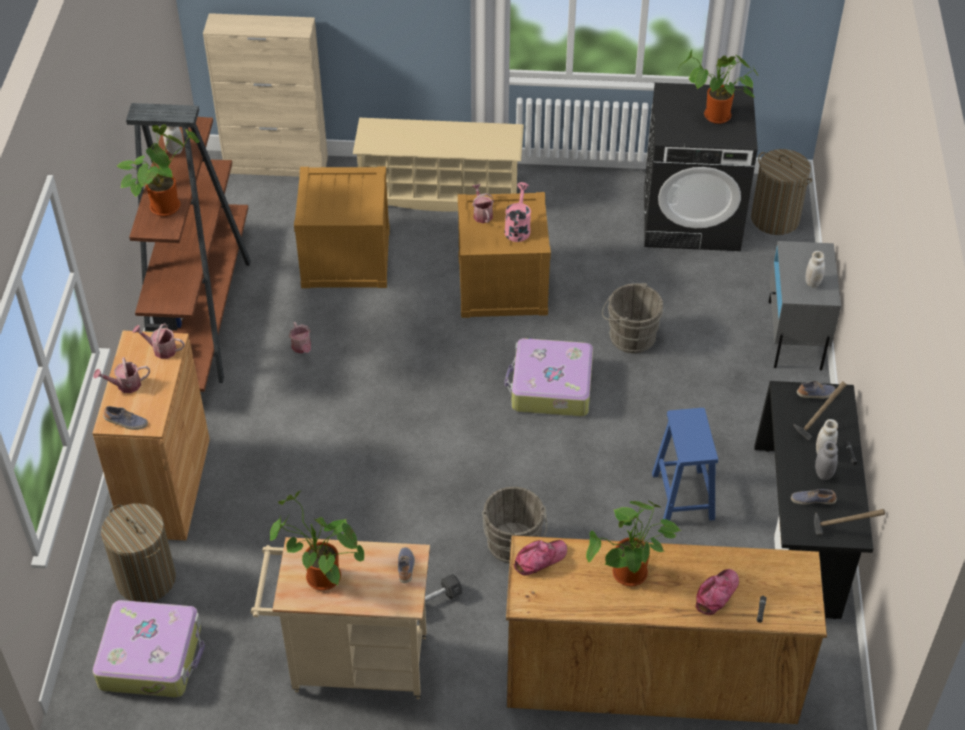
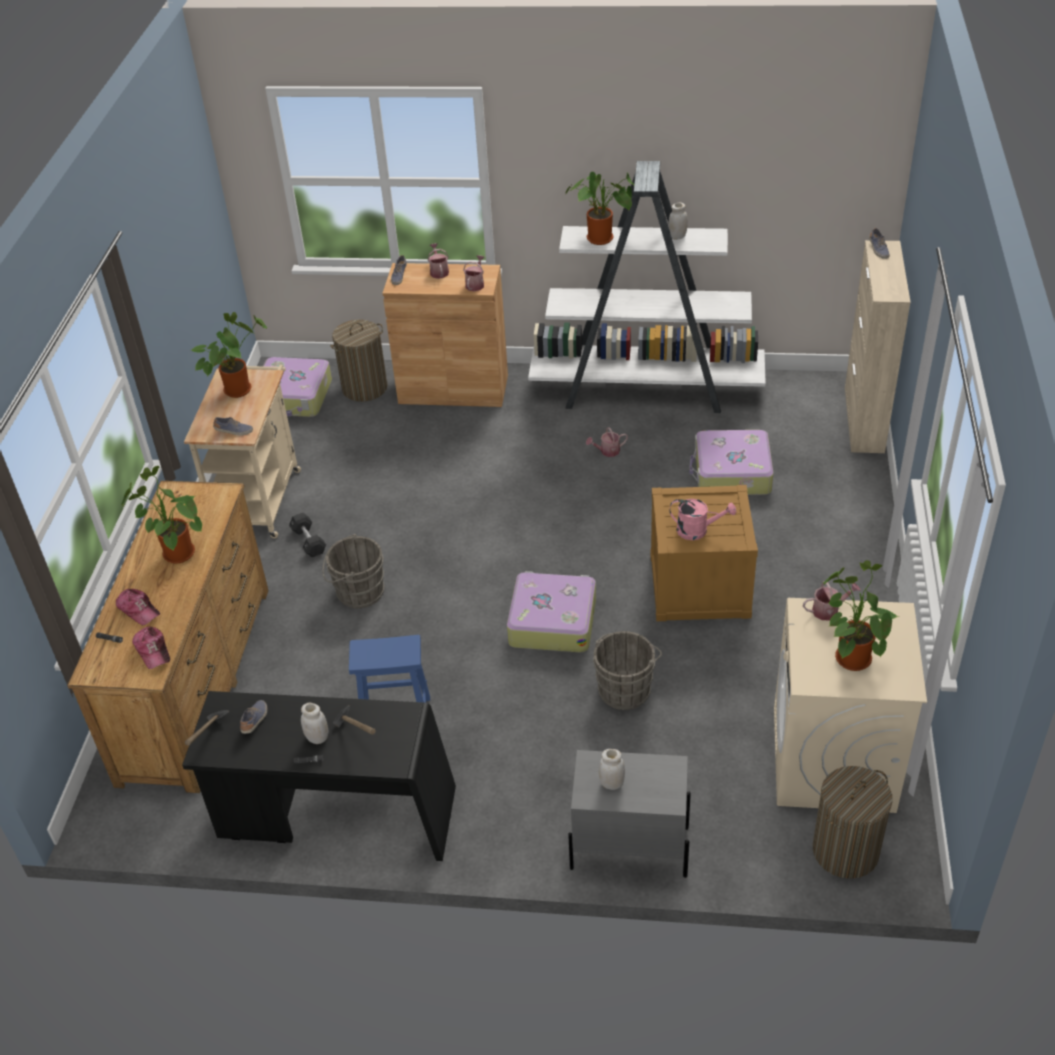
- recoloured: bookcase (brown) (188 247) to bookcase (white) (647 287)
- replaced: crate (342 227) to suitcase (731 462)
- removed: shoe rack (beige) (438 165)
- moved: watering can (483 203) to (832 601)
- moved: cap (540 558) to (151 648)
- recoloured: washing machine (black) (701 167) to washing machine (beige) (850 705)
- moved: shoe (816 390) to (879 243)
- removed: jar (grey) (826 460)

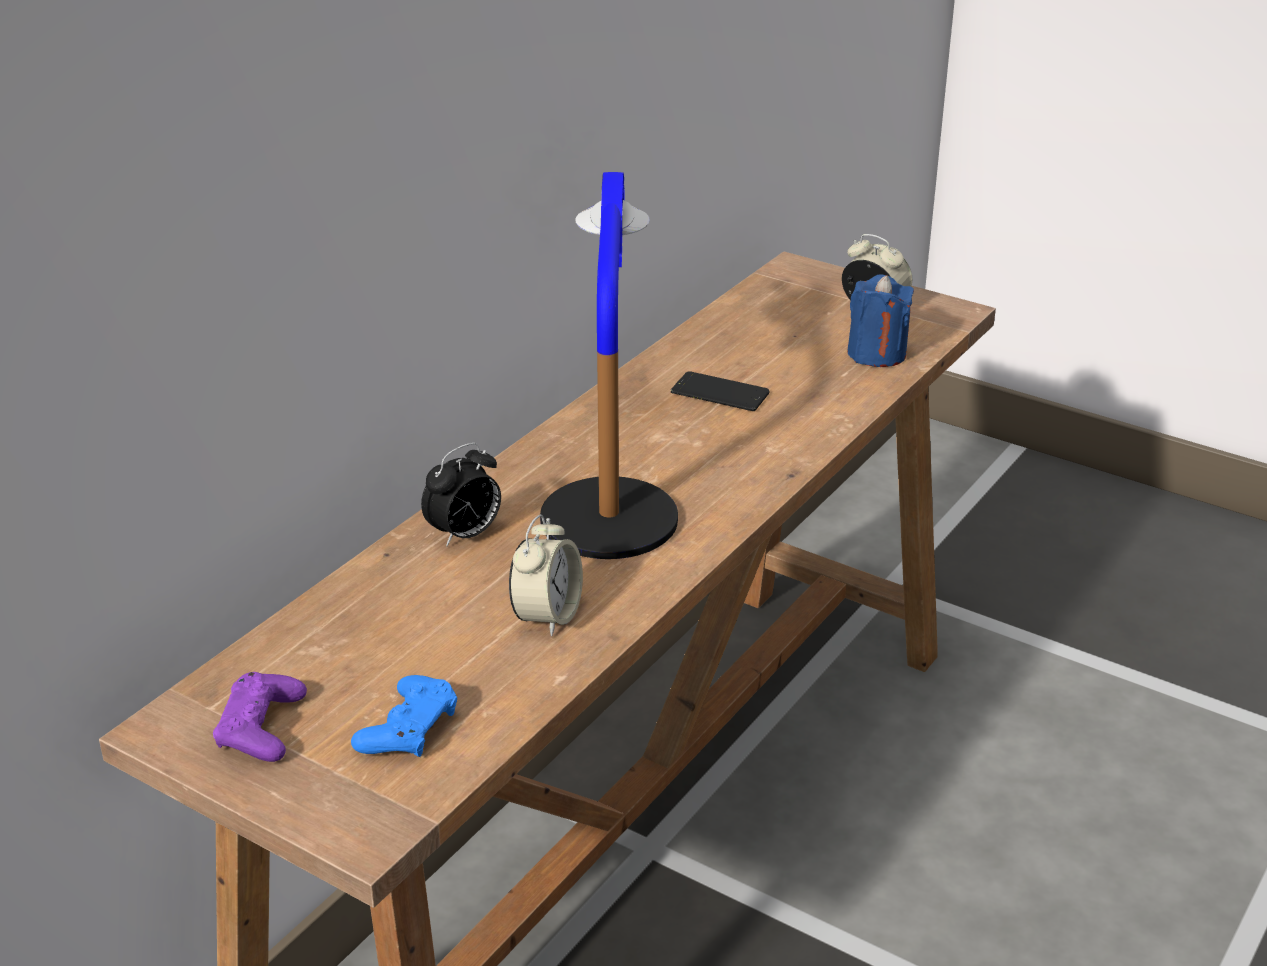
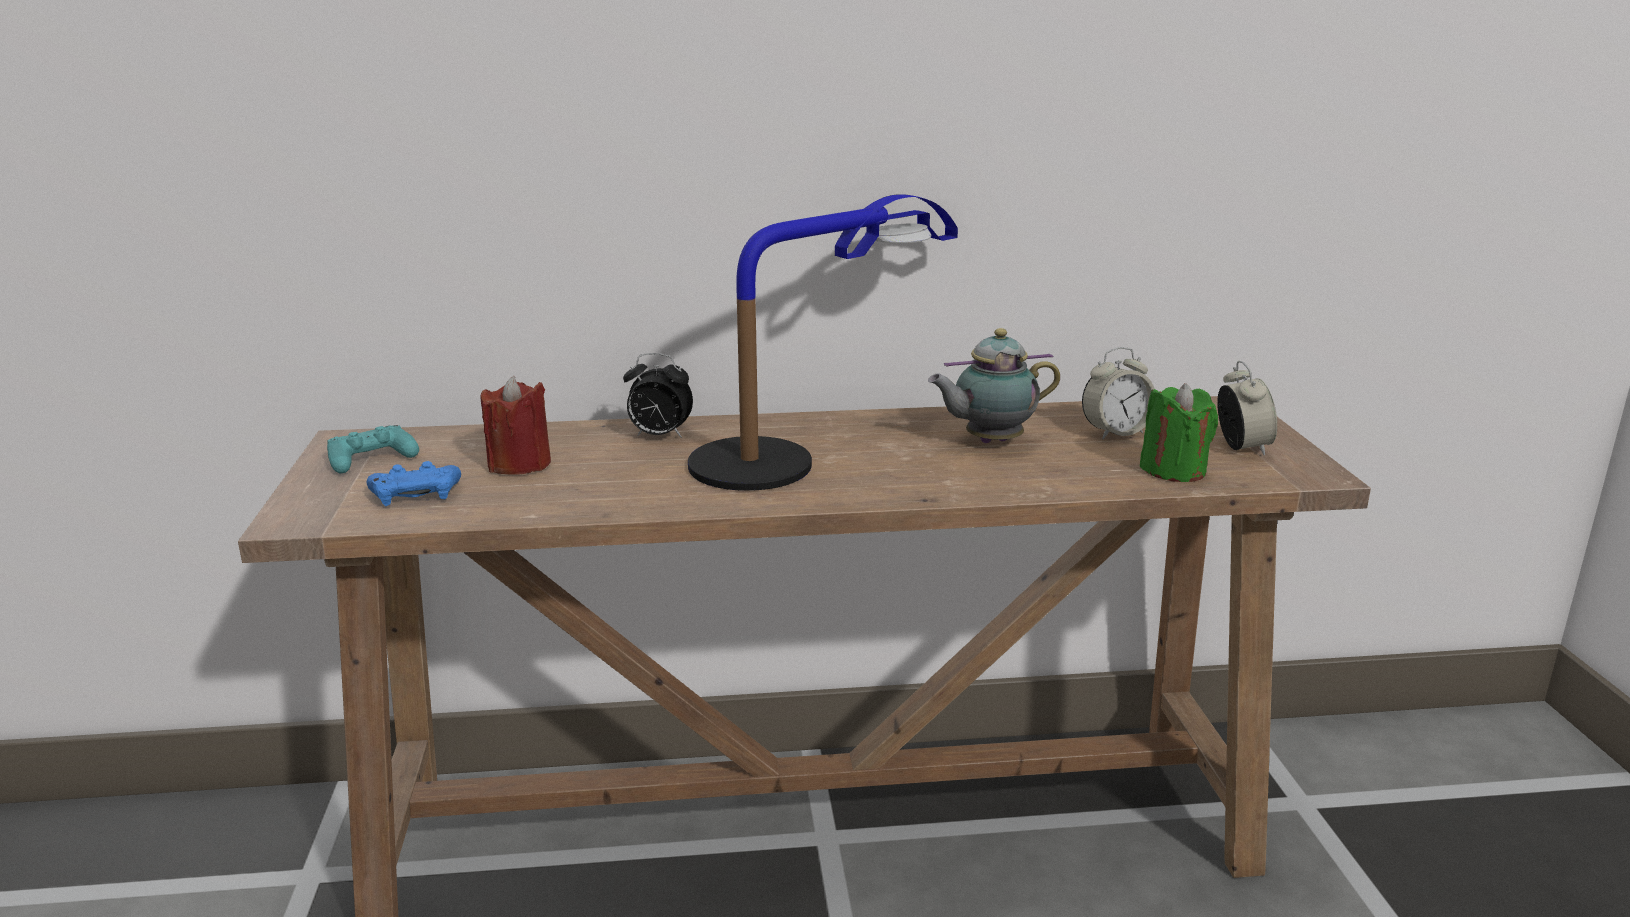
- recoloured: game controller (purple) (260 717) to game controller (turquoise) (373 449)
- moved: alarm clock (546 575) to (1118 393)
- replaced: phone (720 391) to teapot (994 385)
- recoloured: candle (blue) (880 320) to candle (green) (1178 432)
- added: candle (red) (516 425)

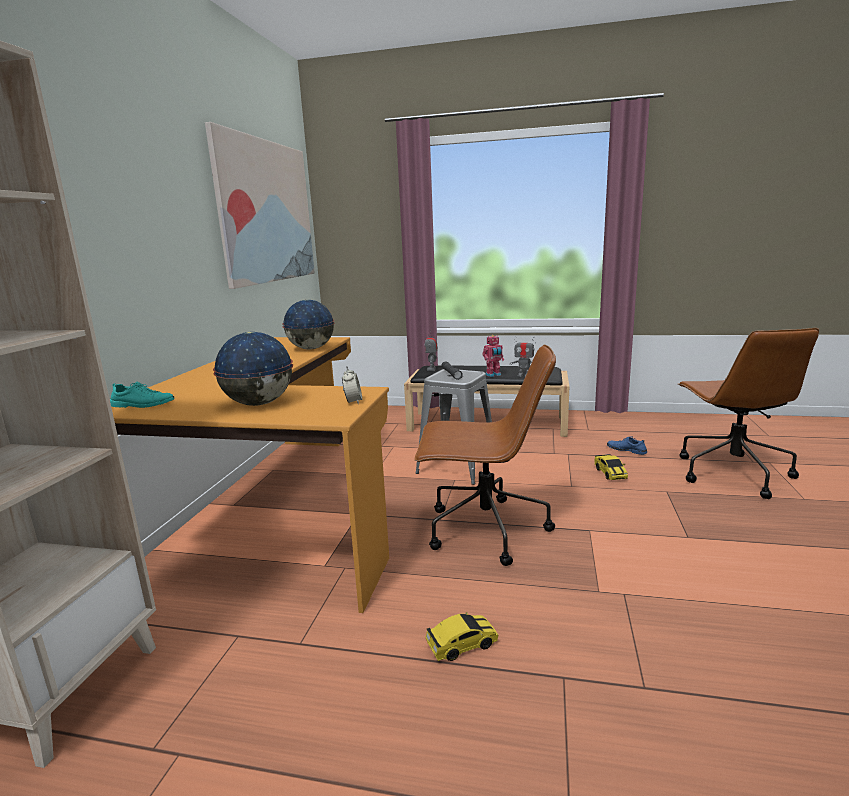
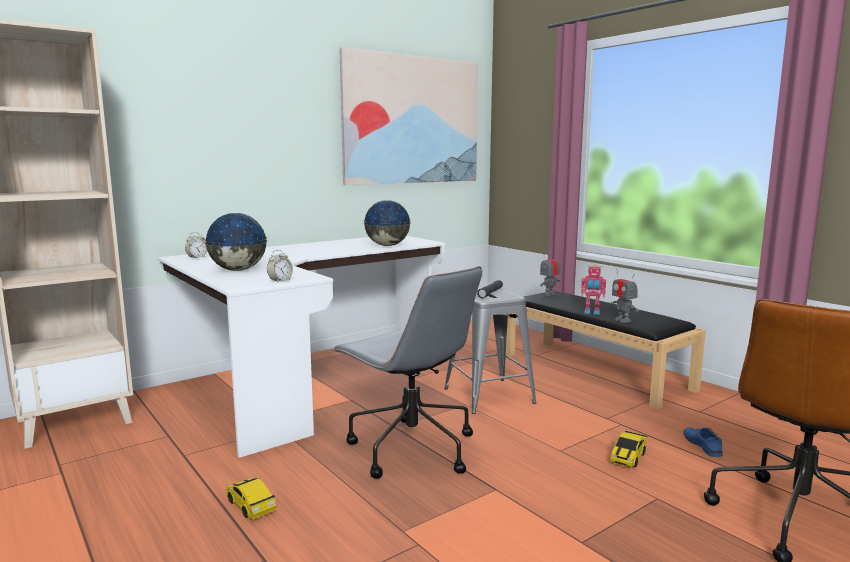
- replaced: shoe (turquoise) (142 394) to alarm clock (196 245)
- recoloured: desk (orange) (250 475) to desk (white) (301 347)
- recoloured: office chair (brown) (485 455) to office chair (grey) (407 372)
- turned: toy car (461 636) = (251 498) 150 degrees counterclockwise

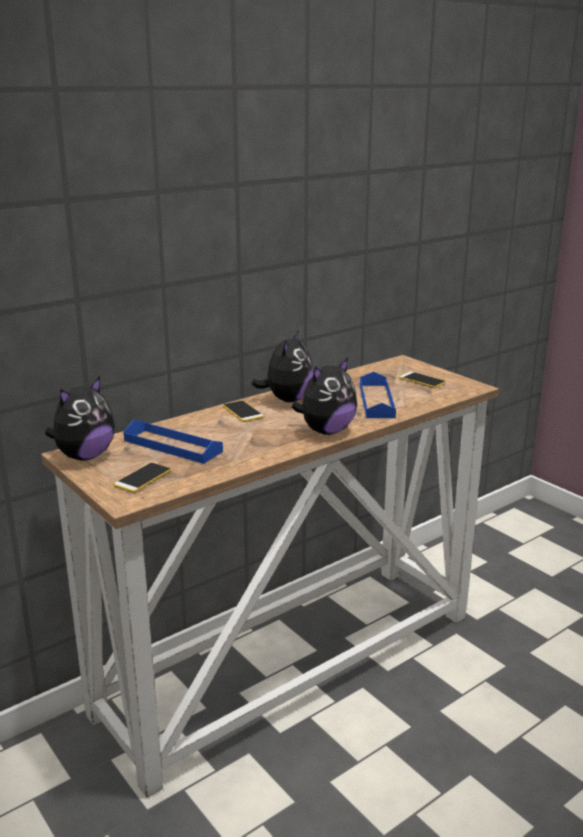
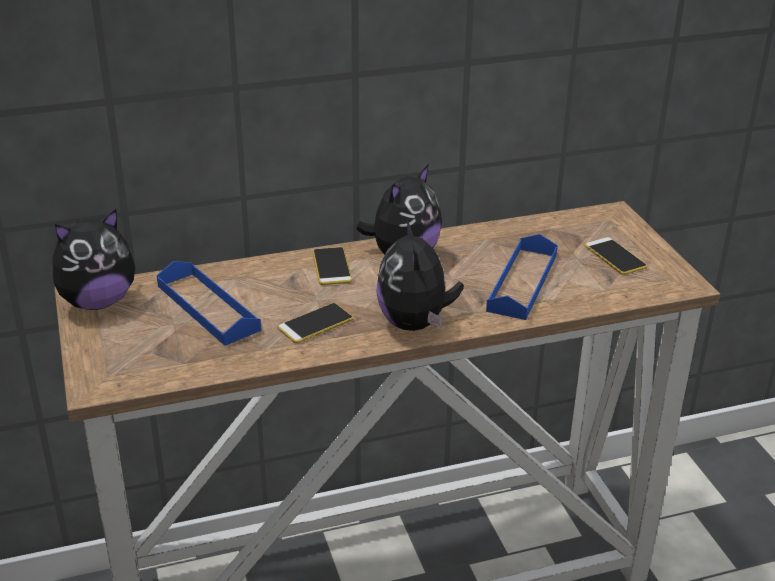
- moved: phone (142 478) to (315 323)
- turned: plush toy (324 396) = (420 274) 105 degrees clockwise

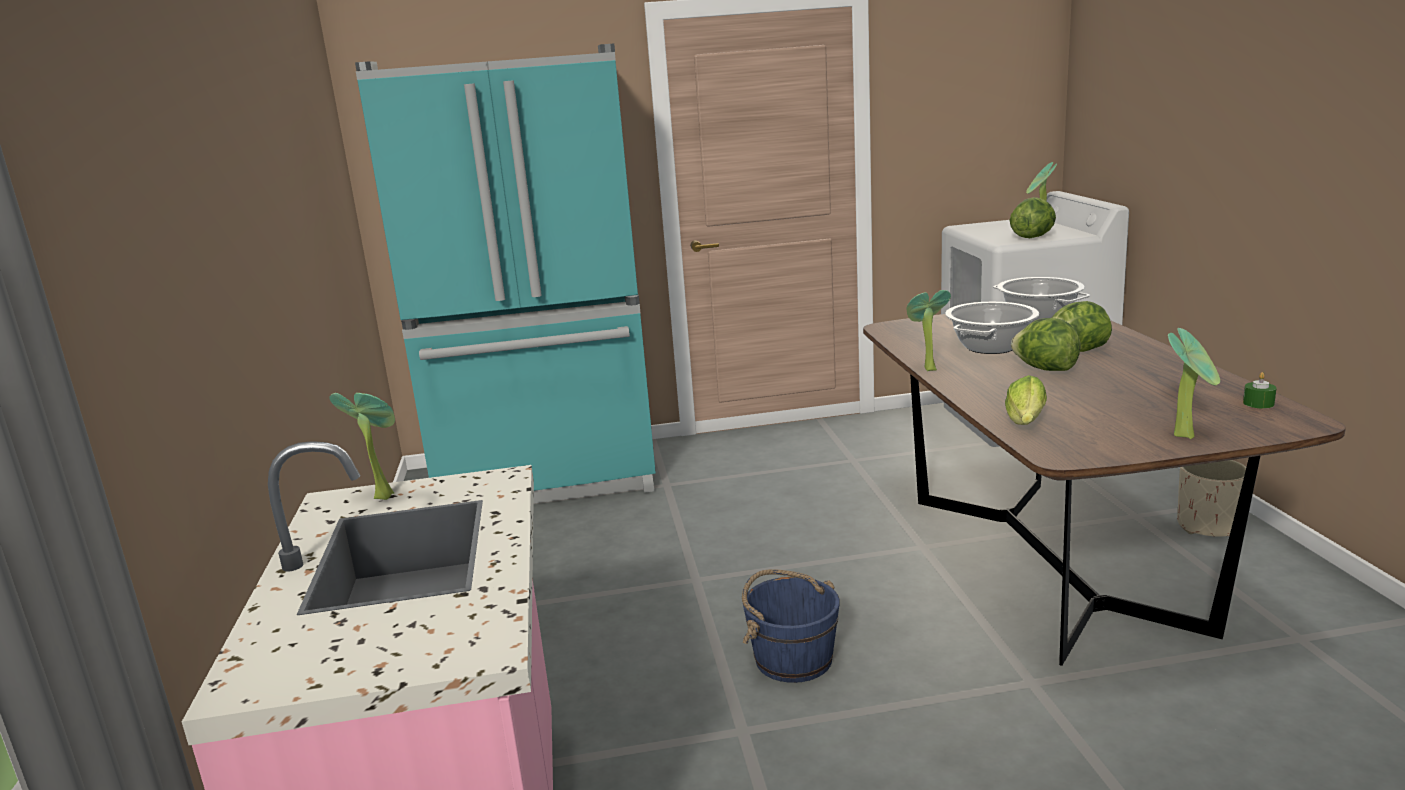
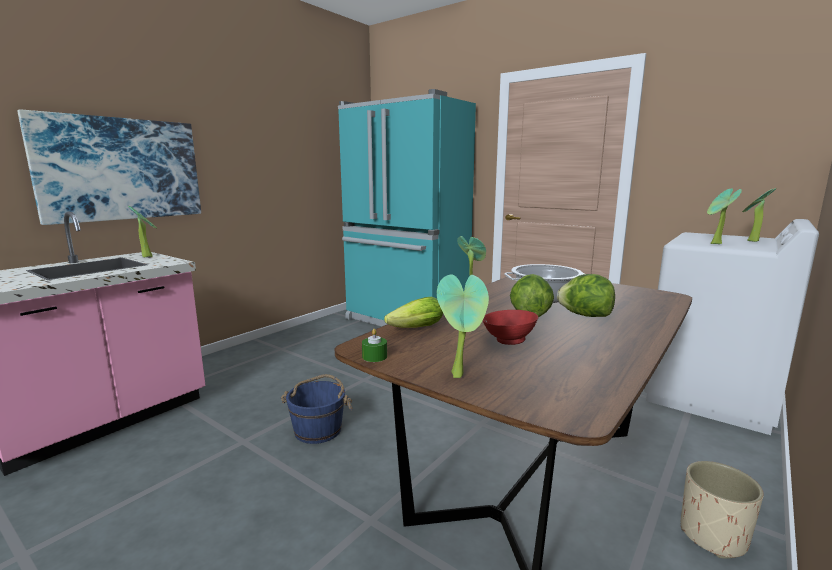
- removed: cooking pot (1041 300)
- replaced: lettuce (1033 217) to potted plant (724 216)
- moved: candle (green) (1260 390) to (374 345)
- added: picture (109 167)
- added: bowl (red) (510 327)

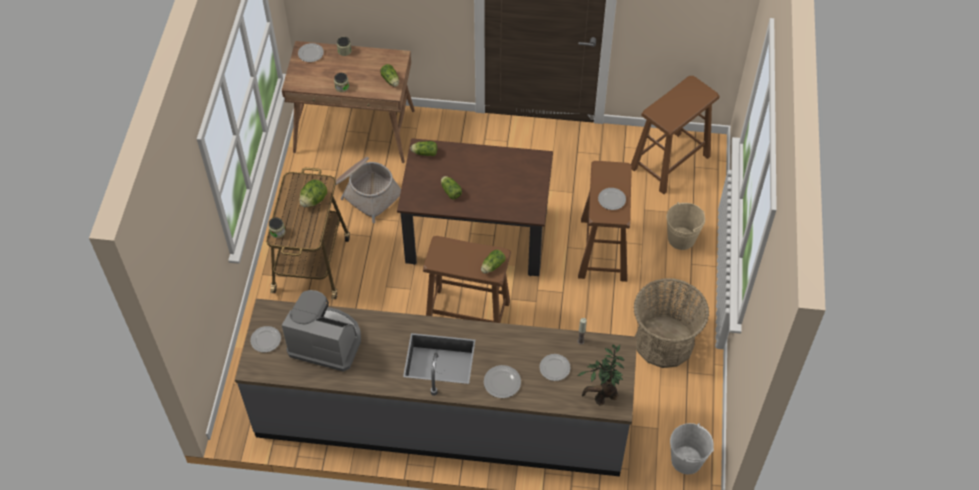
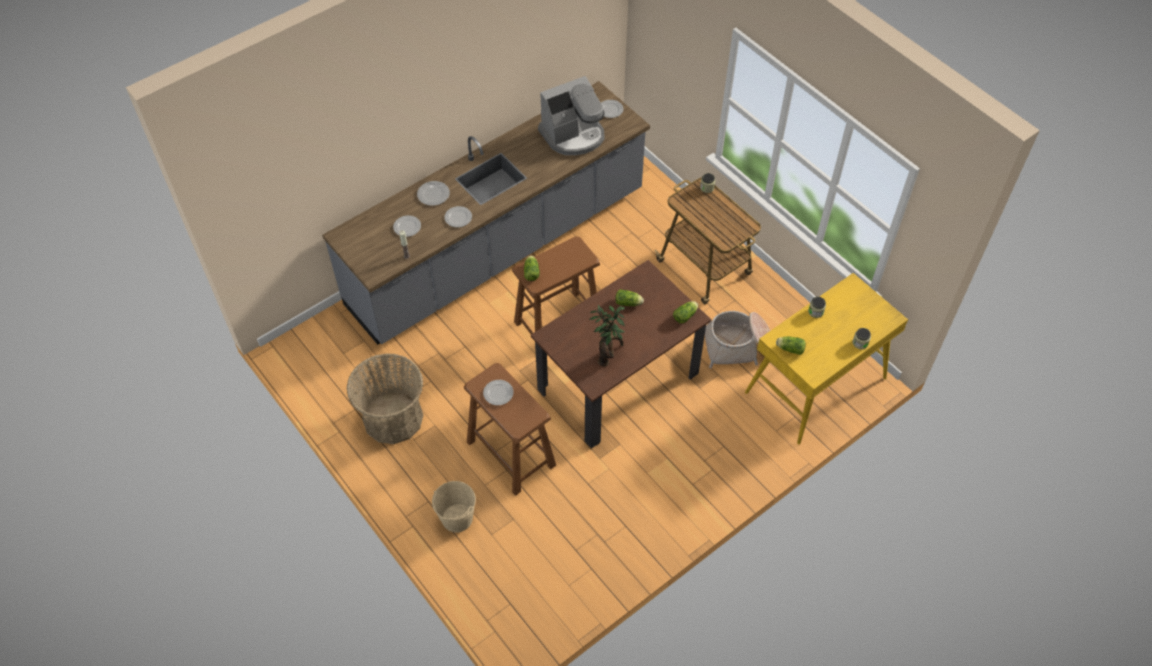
- recoloured: desk (brown) (348 102) to desk (yellow) (826 358)
- moved: plate (311 52) to (458 216)
- removed: lettuce (313 193)
- moved: potted plant (601 375) to (607 335)
- removed: stool (brown) (675 135)
- removed: bucket (white) (692 448)

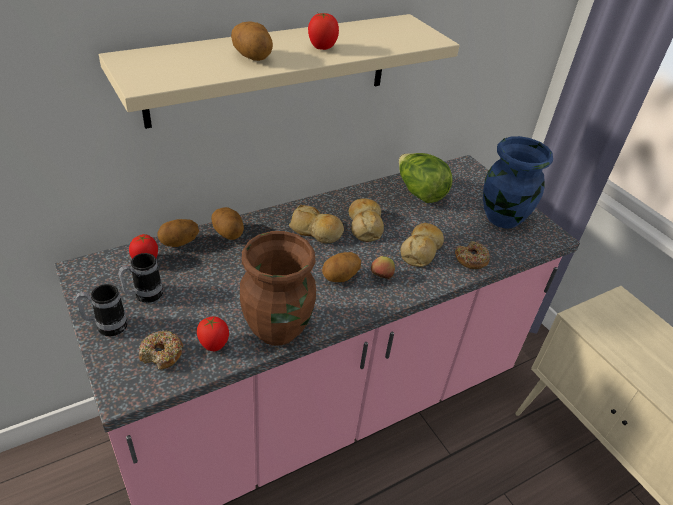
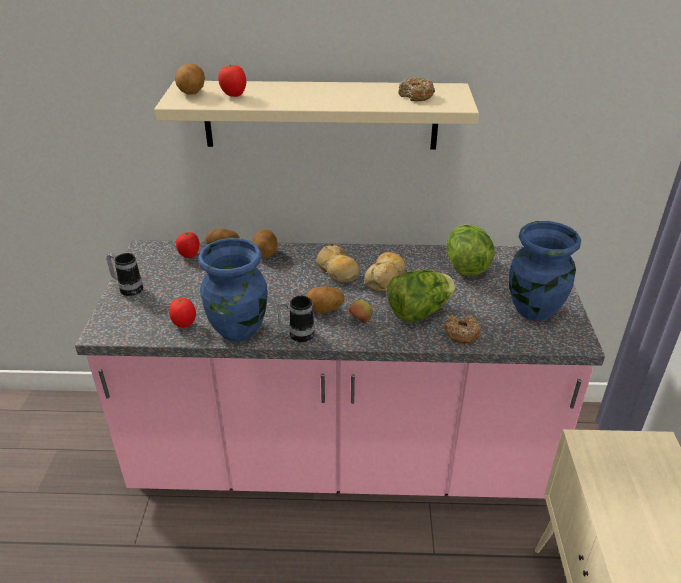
- moved: mug (140 278) to (296 319)
- moved: donut (161 350) to (416 89)
- moved: potato (252 41) to (190 79)
- recoloured: vase (brown) (278 288) to vase (blue) (233 290)
- moved: tomato (323 31) to (232 81)
- replaced: bread (422 245) to lettuce (421 296)

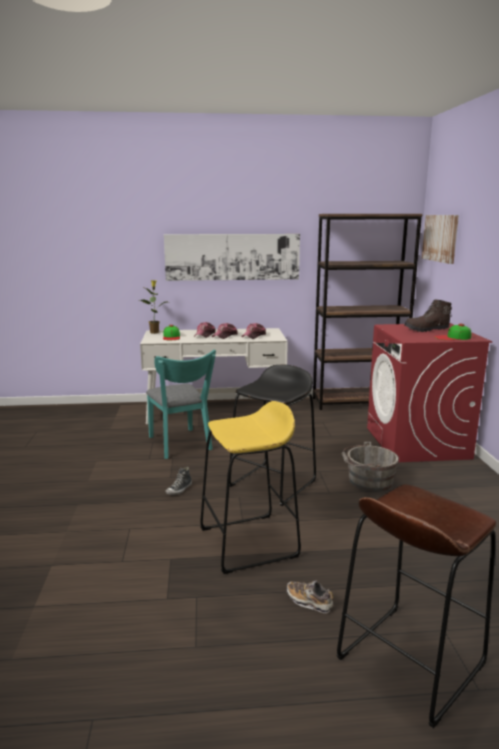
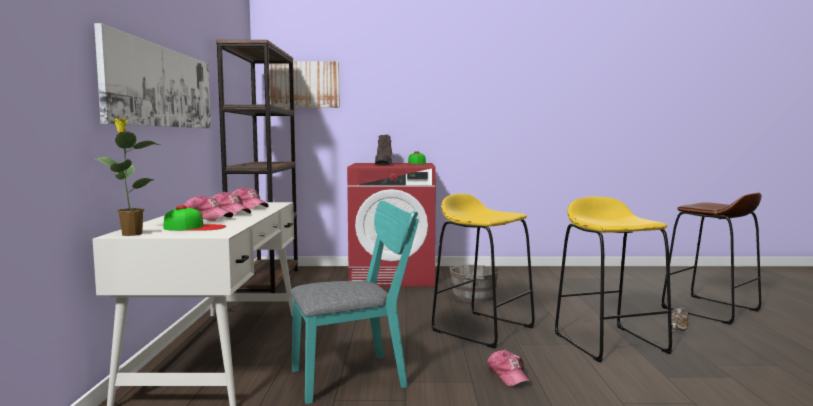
- replaced: shoe (178 481) to cap (509 368)
- recoloured: stool (black) (272 435) to stool (yellow) (483 271)

